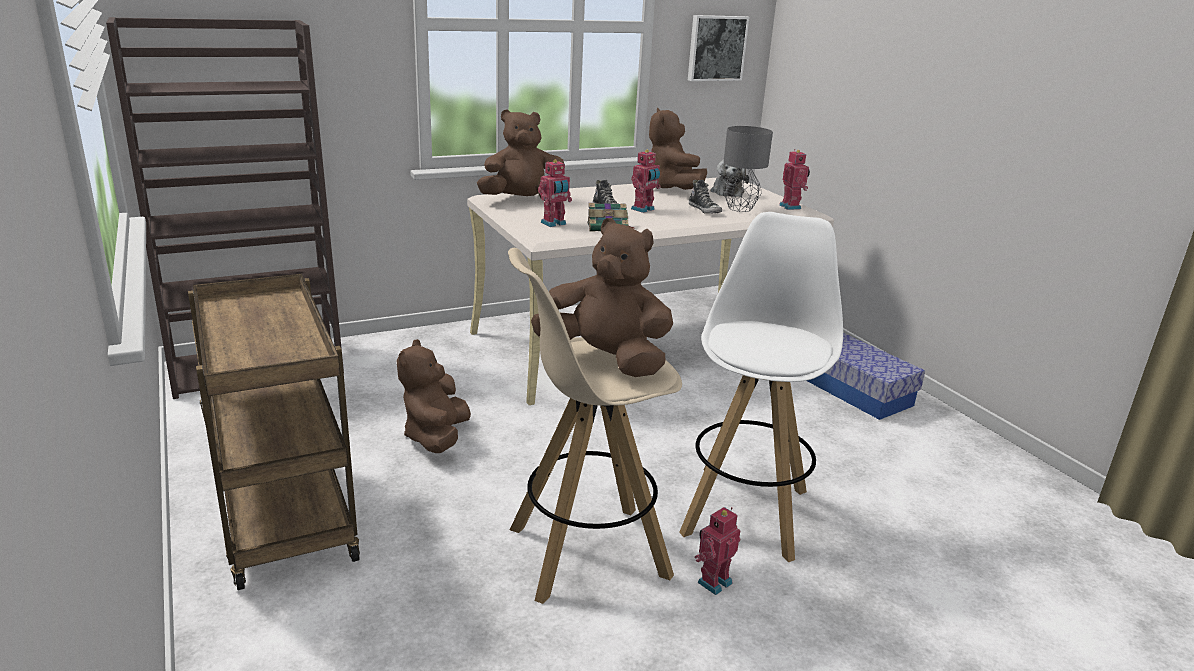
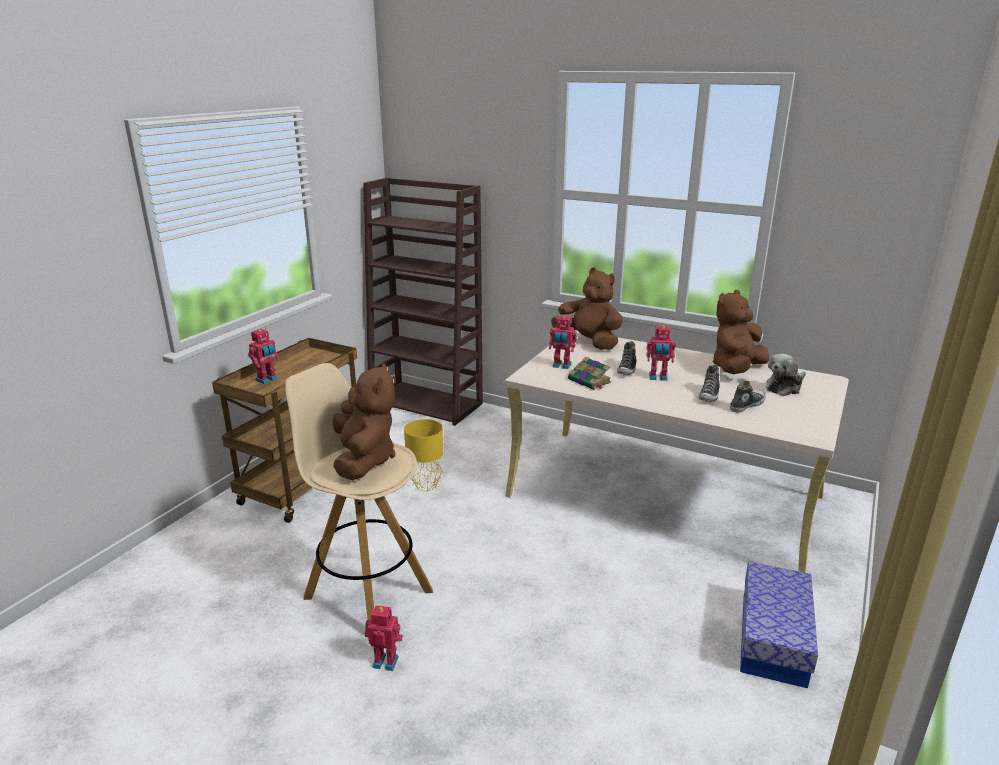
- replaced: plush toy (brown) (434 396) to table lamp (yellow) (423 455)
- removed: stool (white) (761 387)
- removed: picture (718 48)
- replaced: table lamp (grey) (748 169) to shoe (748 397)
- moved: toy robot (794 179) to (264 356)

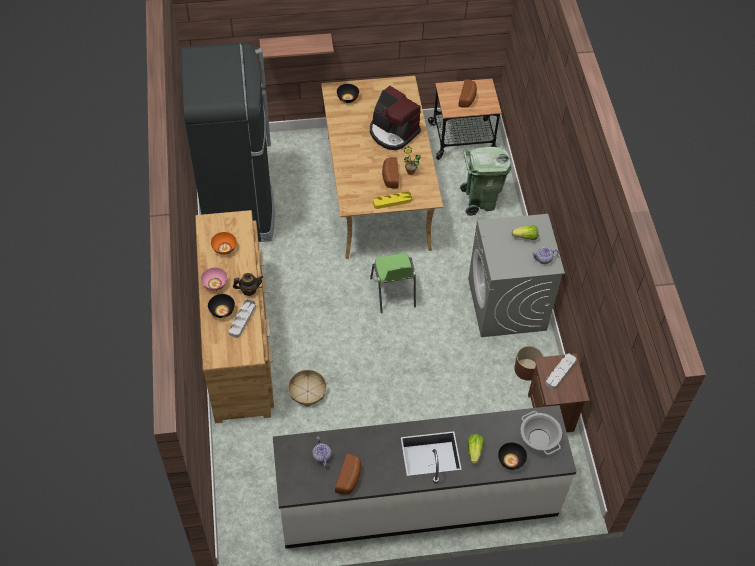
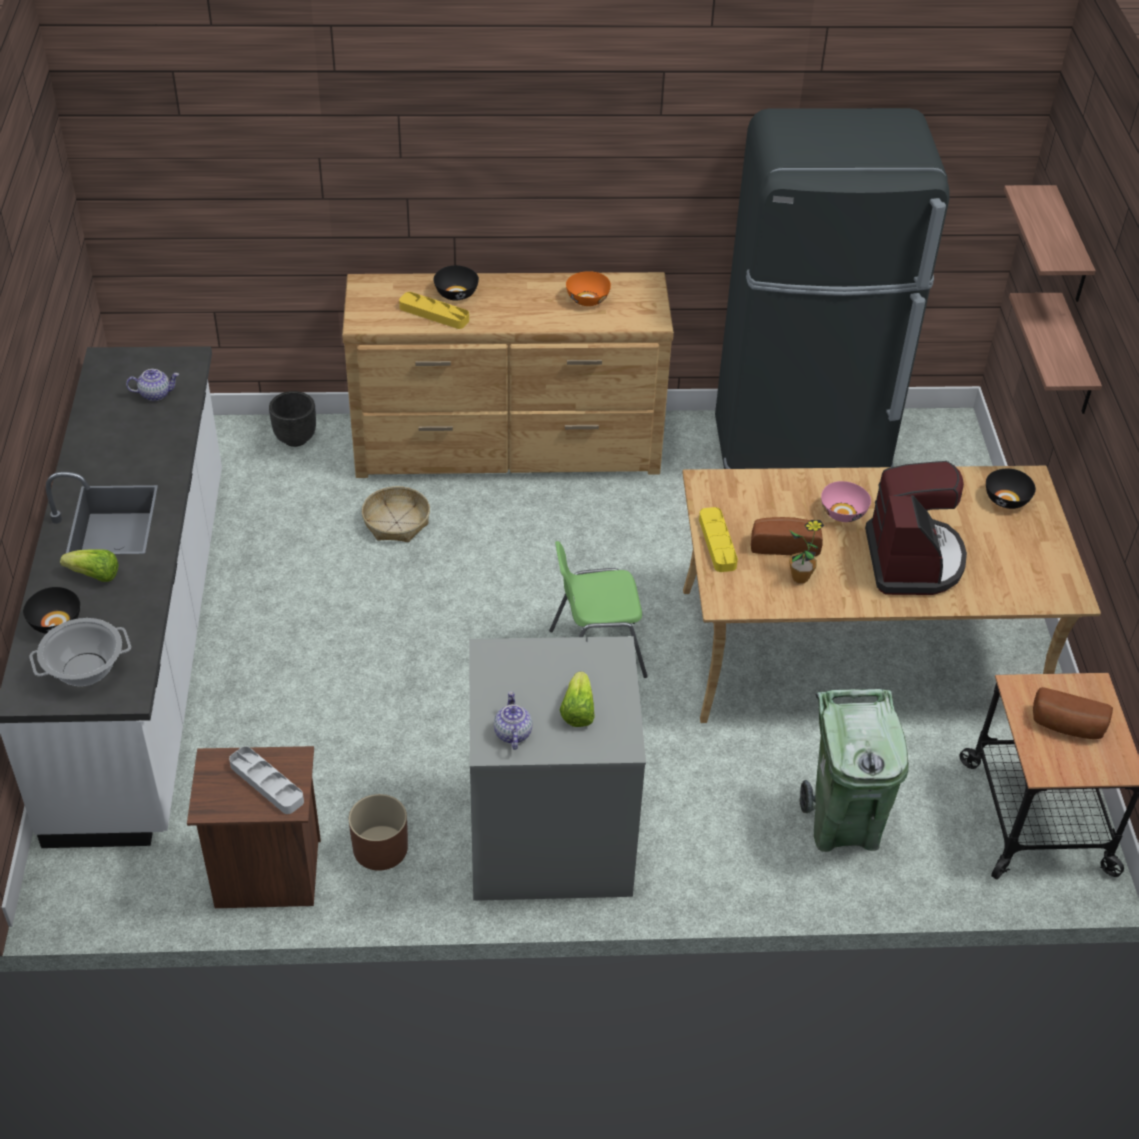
- moved: bowl (pink) (214 279) to (846 501)
- recoloured: tray (grey) (242 318) to tray (yellow) (434 310)
- removed: teapot (248 284)
- removed: bread (348 474)
- turned: coffee machine (395 118) = (916 528) 135 degrees clockwise
- added: planter (black) (292 419)
- added: shelf (1050 243)

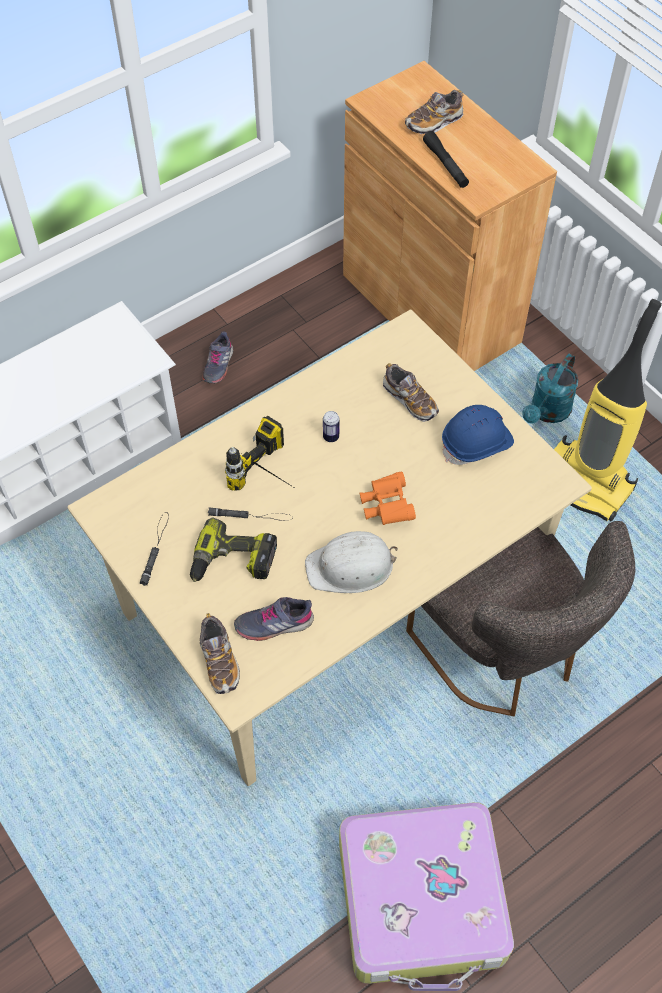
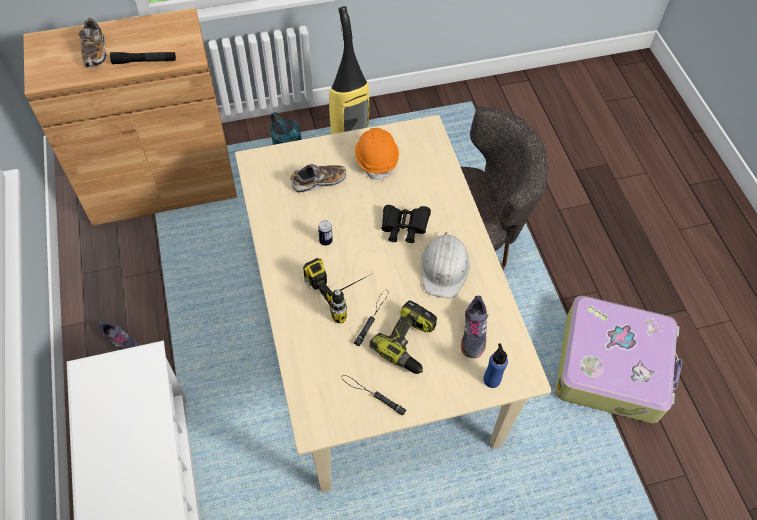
- replaced: shoe (220 653) to bottle (blue) (495 366)
- recoloured: binoculars (orange) (388 498) to binoculars (black) (406 224)
- recoloured: hard hat (blue) (478 435) to hard hat (orange) (377 154)

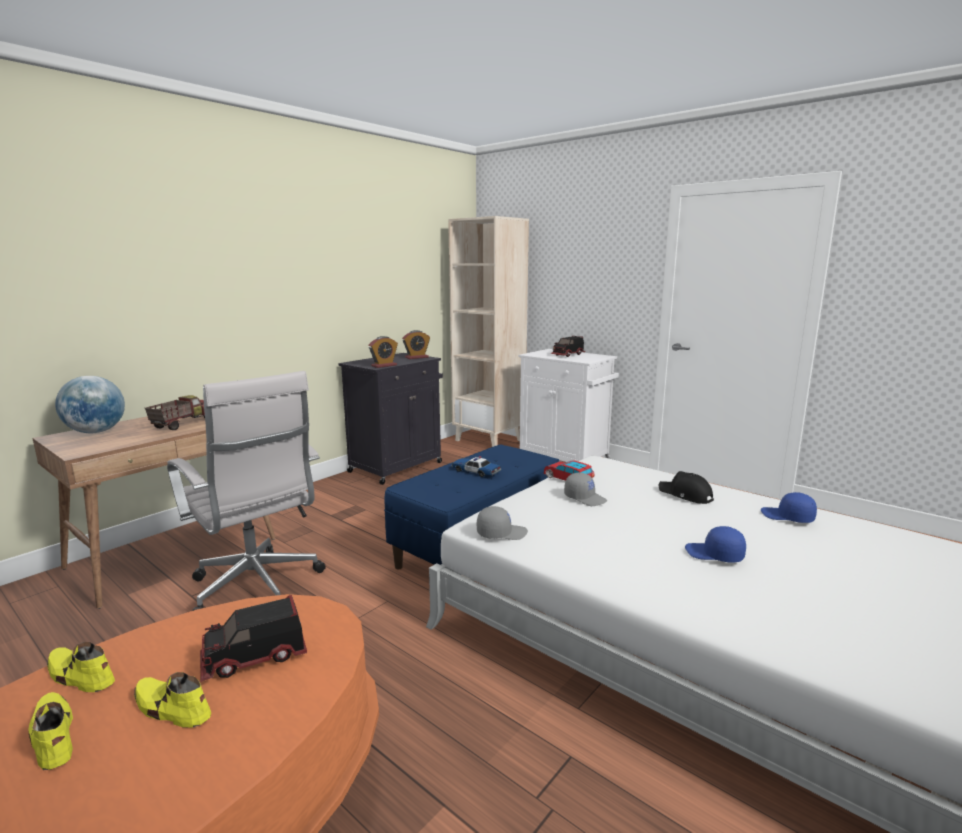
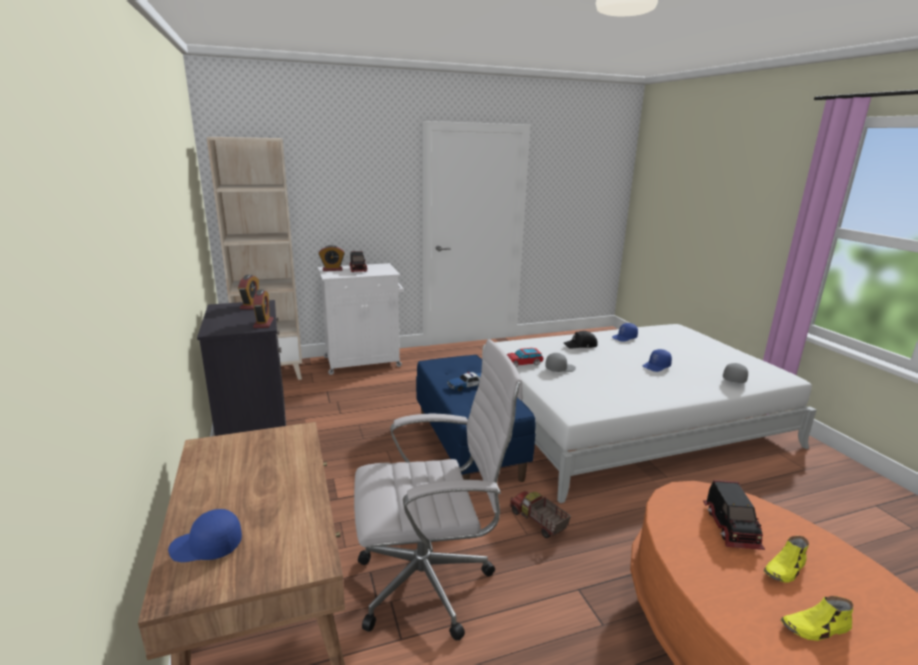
- removed: shoe (yellow) (81 667)
- replaced: globe (90 404) to cap (blue) (205 535)
- moved: toy truck (175 412) to (540 514)
- moved: cap (grey) (502 523) to (735 373)
- added: alarm clock (332 258)

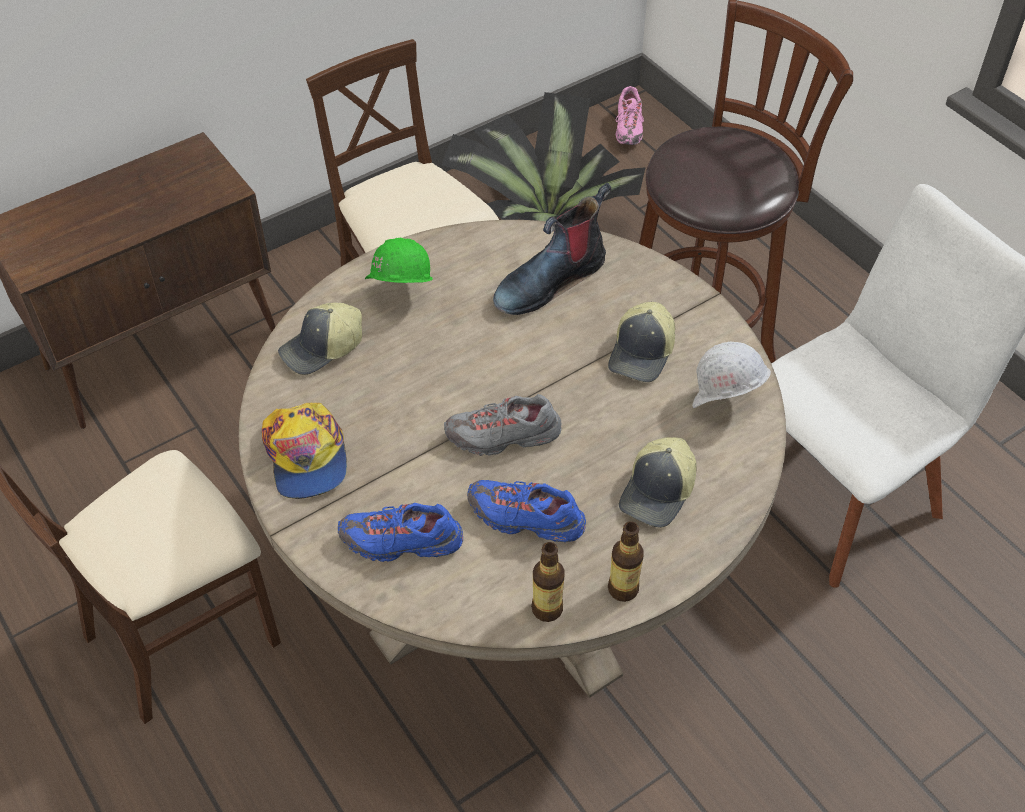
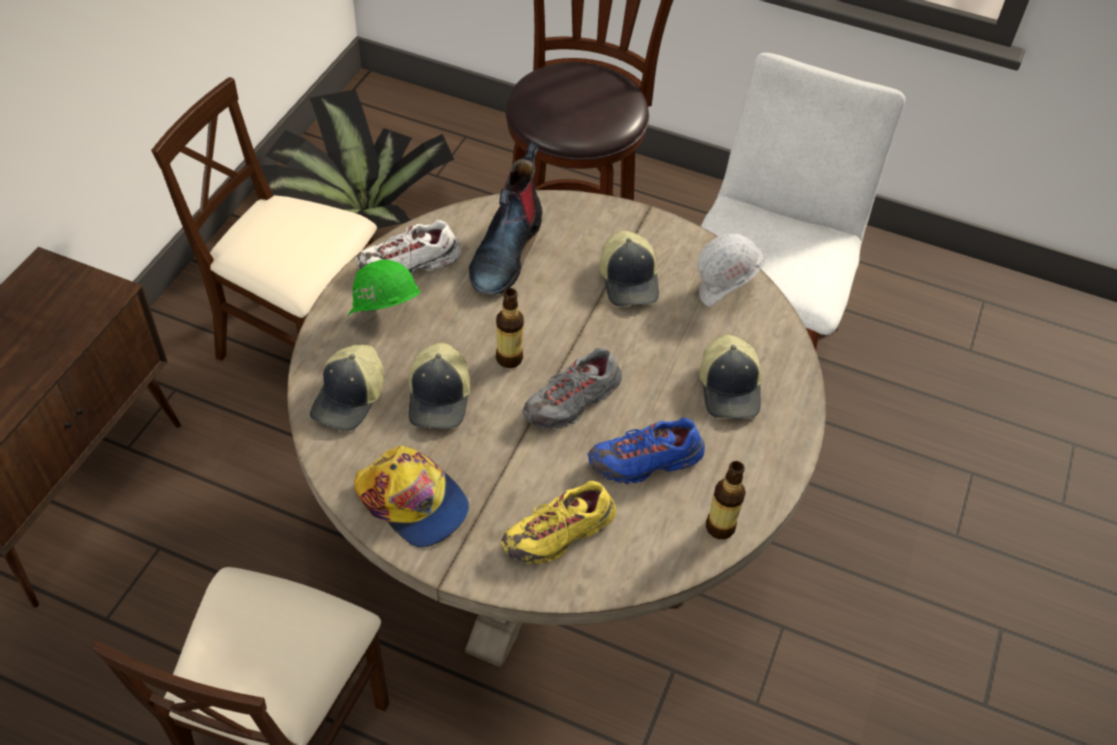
- recoloured: shoe (blue) (400 532) to shoe (yellow) (558 522)
- moved: bottle (626 561) to (510 328)
- removed: shoe (pink) (630 115)
- added: shoe (white) (408 248)
- added: cap (439 385)

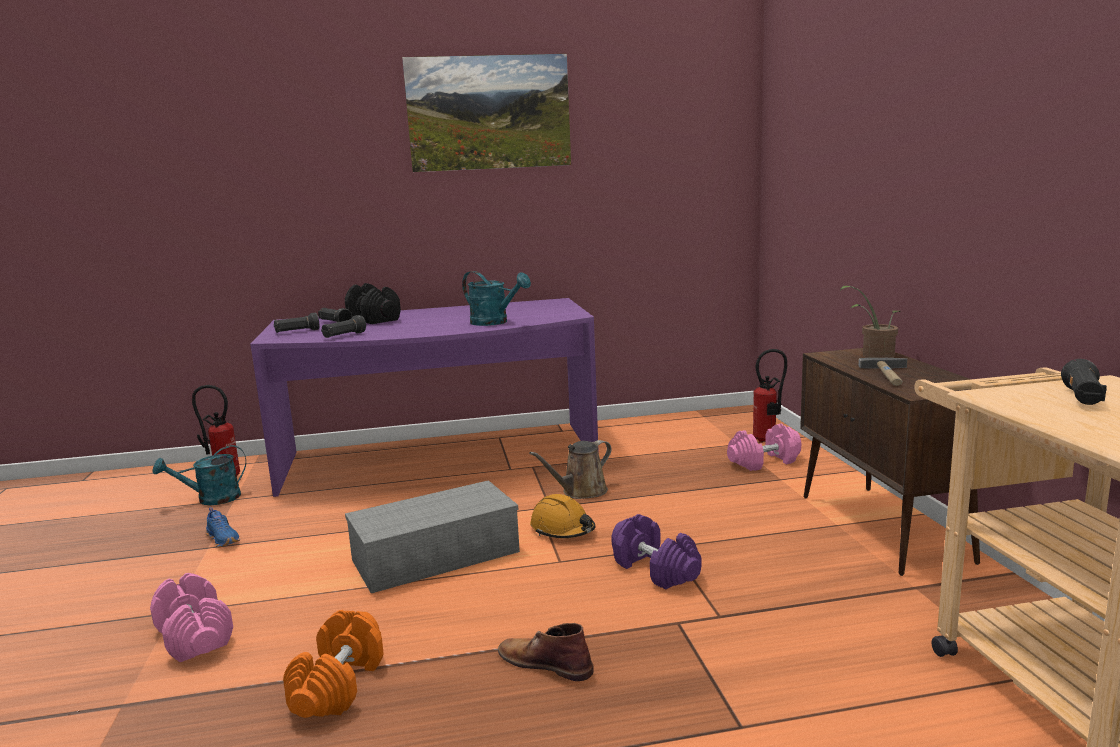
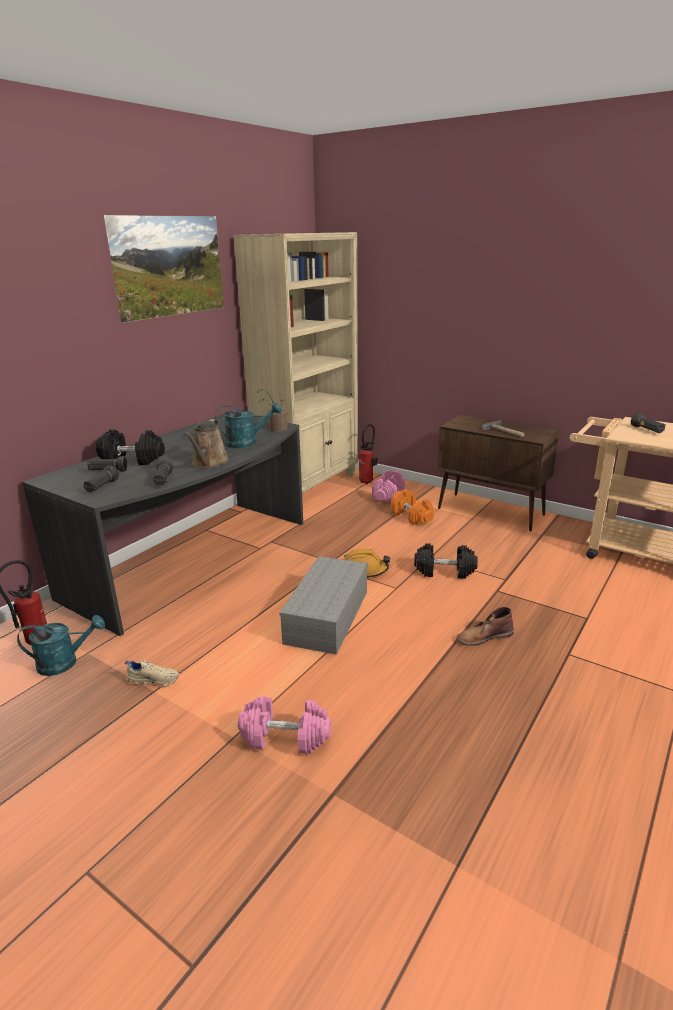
- turned: watering can (turquoise) (199 475) = (61 645) 120 degrees counterclockwise
- recoloured: shoe (blue) (223 527) to shoe (beige) (152 673)
- recoloured: desk (purple) (424 397) to desk (grey) (162 525)
- moved: dumbbell (orange) (333 664) to (412 507)
- moved: watering can (brown) (570 469) to (206 443)
- recoloured: dumbbell (purple) (656 551) to dumbbell (black) (446 561)
- moved: potted plant (870 321) to (272 410)
- added: bookcase (beige) (295 362)

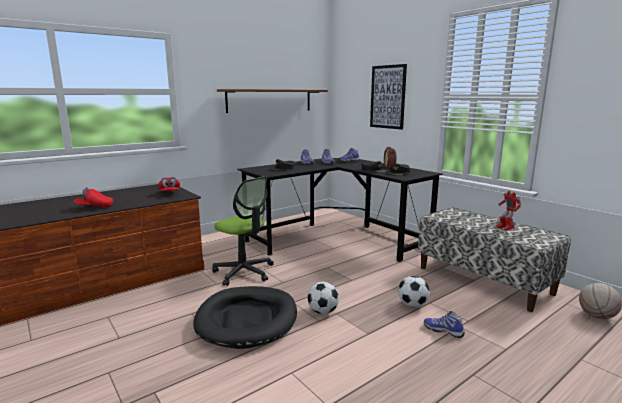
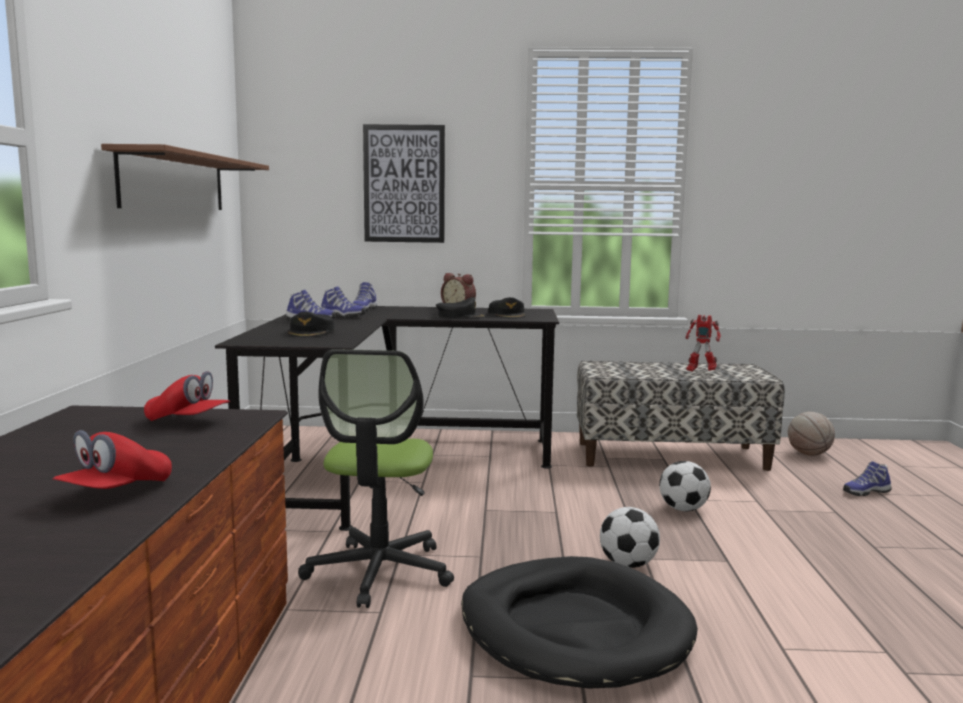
- turned: office chair (243 231) = (376 478) 105 degrees clockwise
- moved: shoe (444 324) to (867 478)

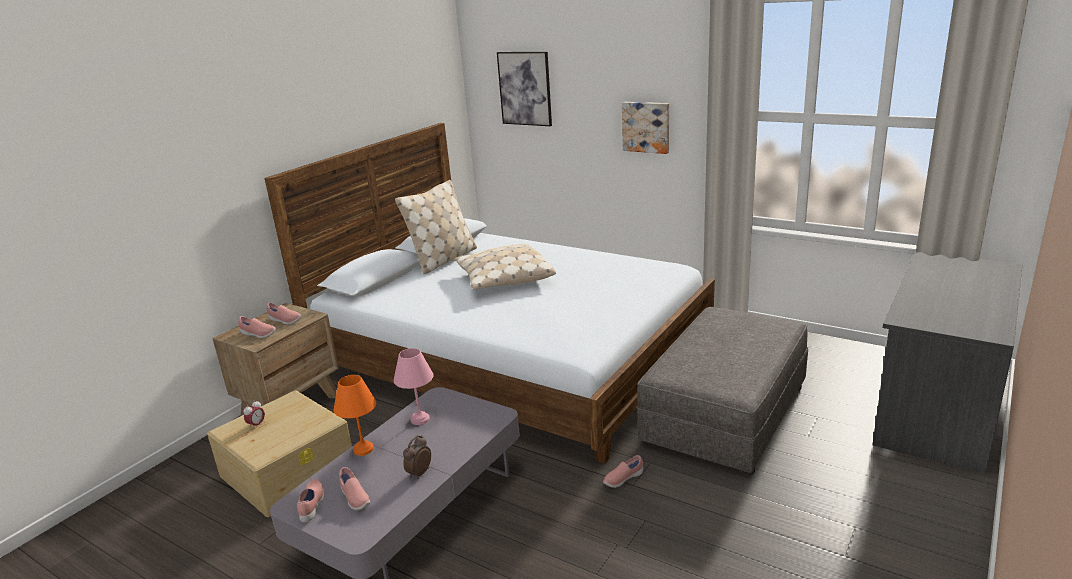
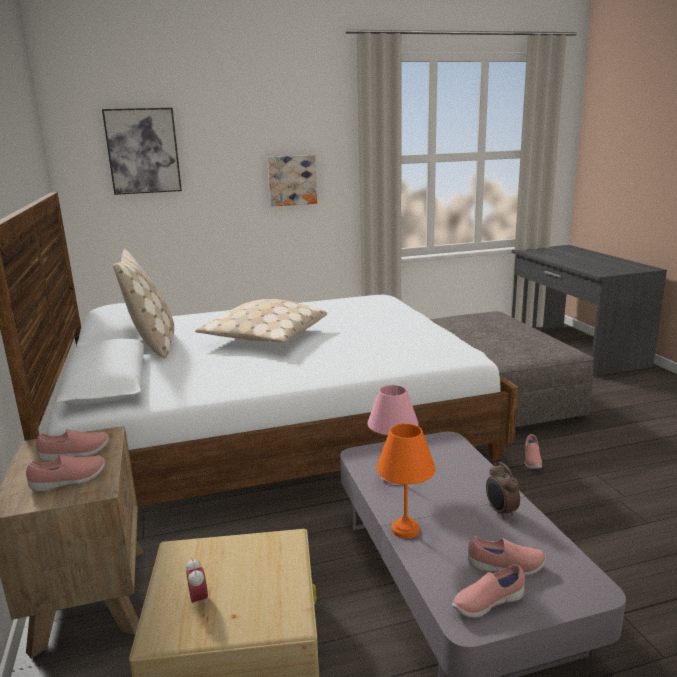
- turned: shoe (pink) (310 500) = (488 591) 60 degrees counterclockwise

